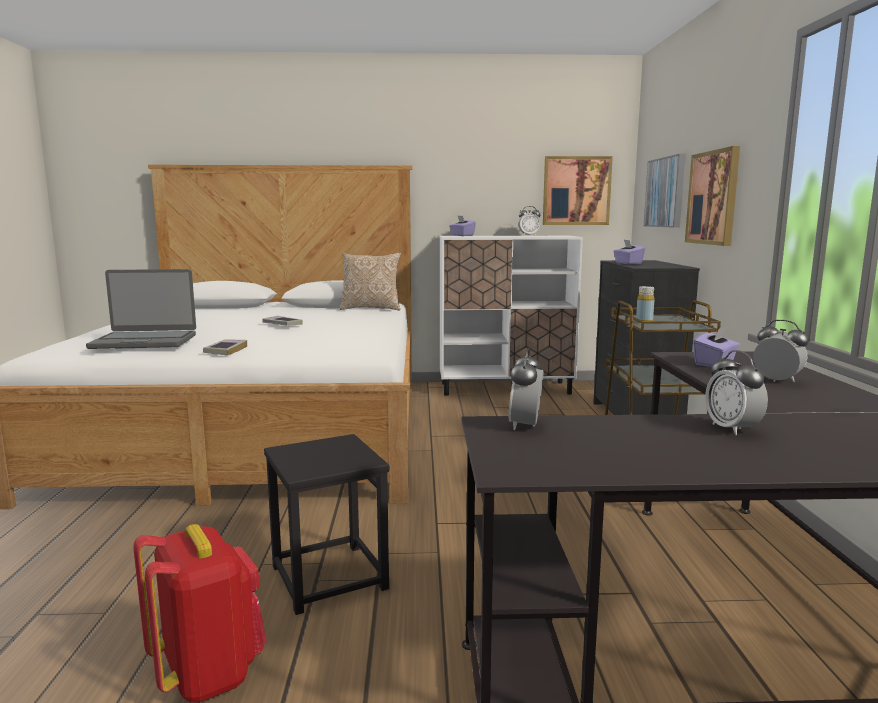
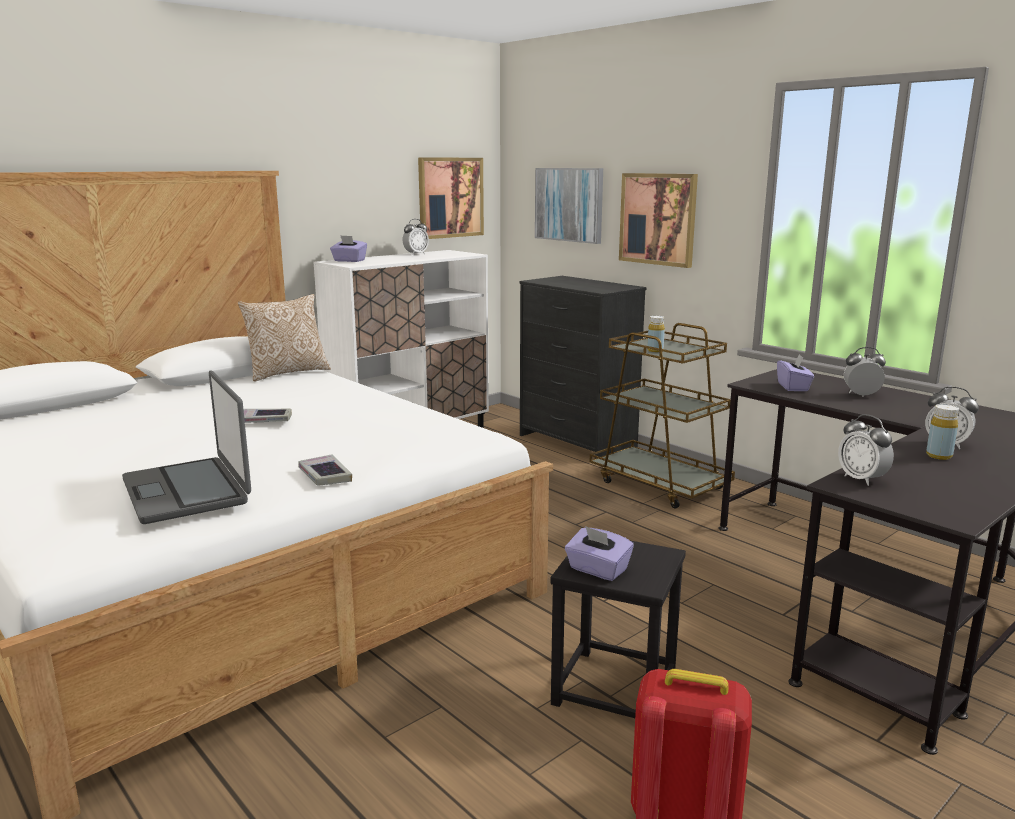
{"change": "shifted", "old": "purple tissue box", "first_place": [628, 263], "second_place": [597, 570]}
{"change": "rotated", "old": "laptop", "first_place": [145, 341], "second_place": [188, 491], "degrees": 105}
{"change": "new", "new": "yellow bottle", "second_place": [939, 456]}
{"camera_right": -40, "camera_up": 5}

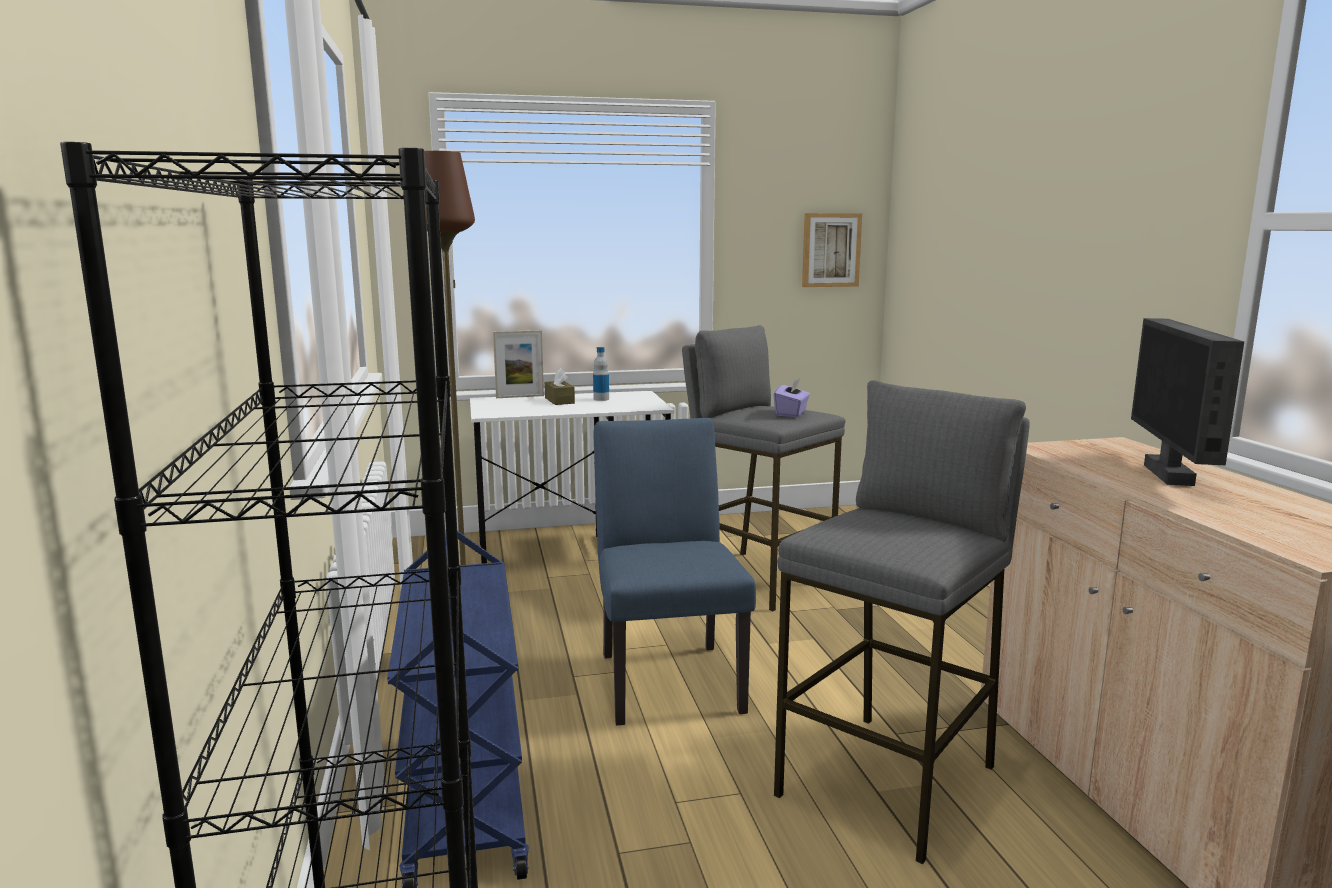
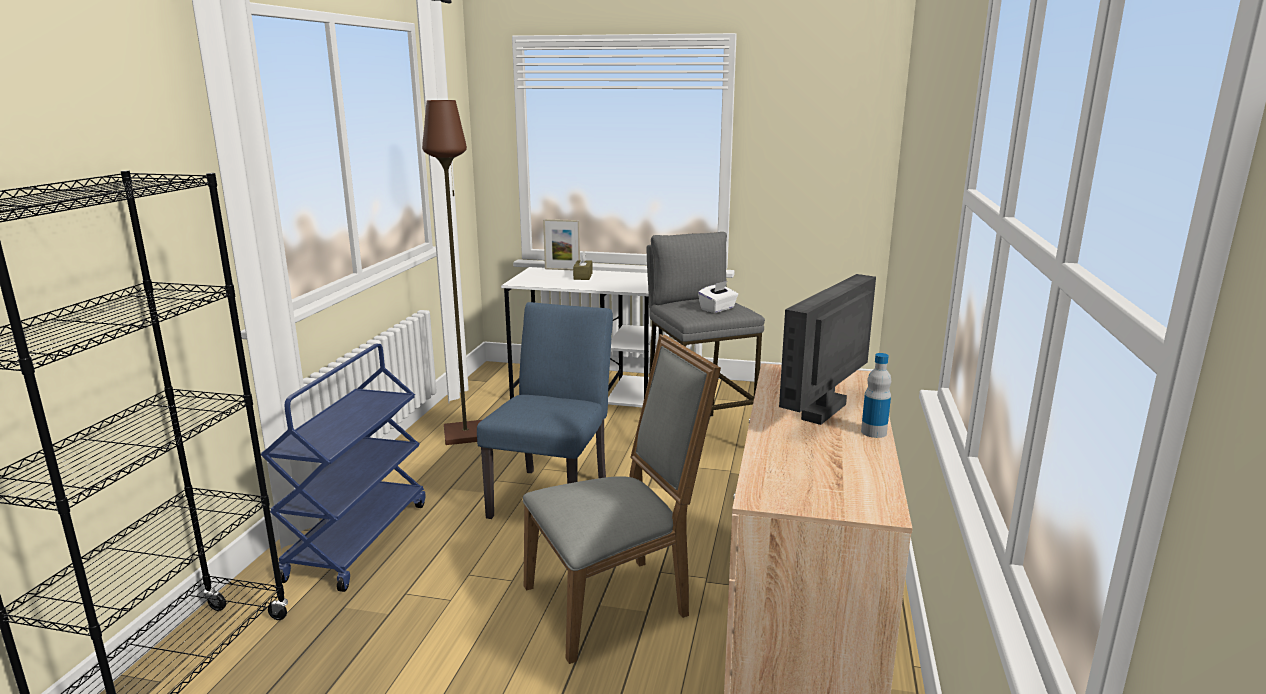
{"change": "gone", "old": "picture", "first_place": [830, 250]}
{"change": "shifted", "old": "bottle", "first_place": [601, 399], "second_place": [873, 432]}
{"change": "repainted", "old": "purple tissue box", "new": "white tissue box", "first_place": [791, 413], "second_place": [718, 309]}
{"change": "swapped", "old": "grey stool", "new": "grey chair", "first_place": [890, 781], "second_place": [615, 601]}
{"camera_right": 25, "camera_up": 5}

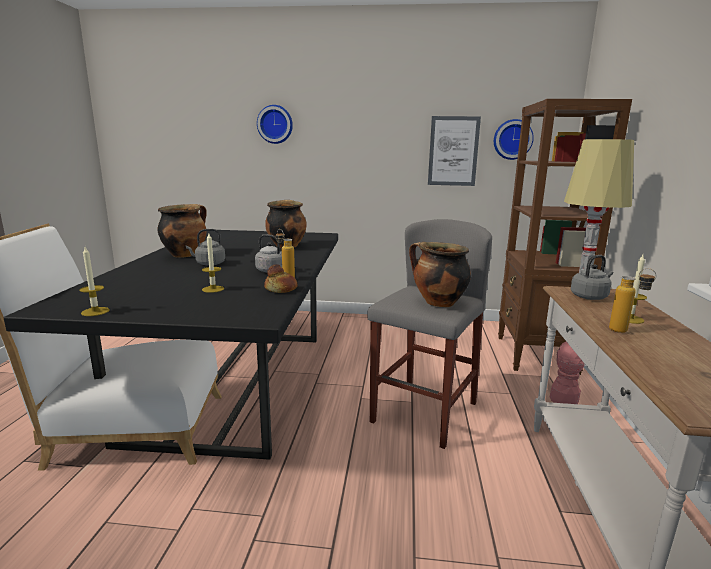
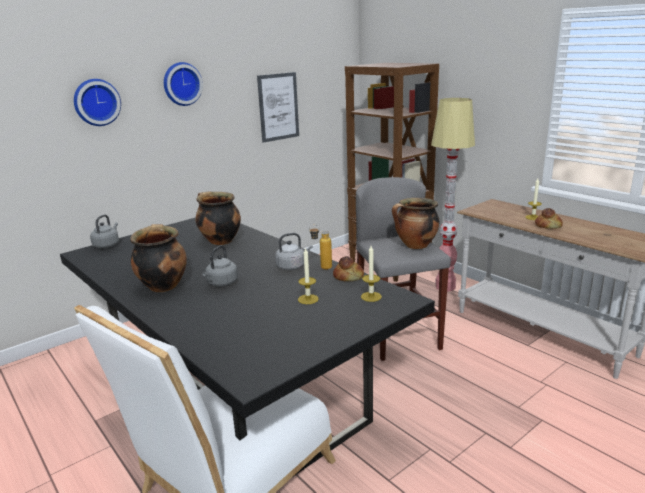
{"change": "shifted", "old": "wall clock", "first_place": [512, 139], "second_place": [181, 84]}
{"change": "shifted", "old": "candle", "first_place": [95, 311], "second_place": [371, 296]}
{"change": "shifted", "old": "grey kettle", "first_place": [590, 297], "second_place": [107, 245]}
{"change": "swapped", "old": "bottle", "new": "bread", "first_place": [625, 332], "second_place": [548, 225]}
{"camera_right": -45, "camera_up": 5}

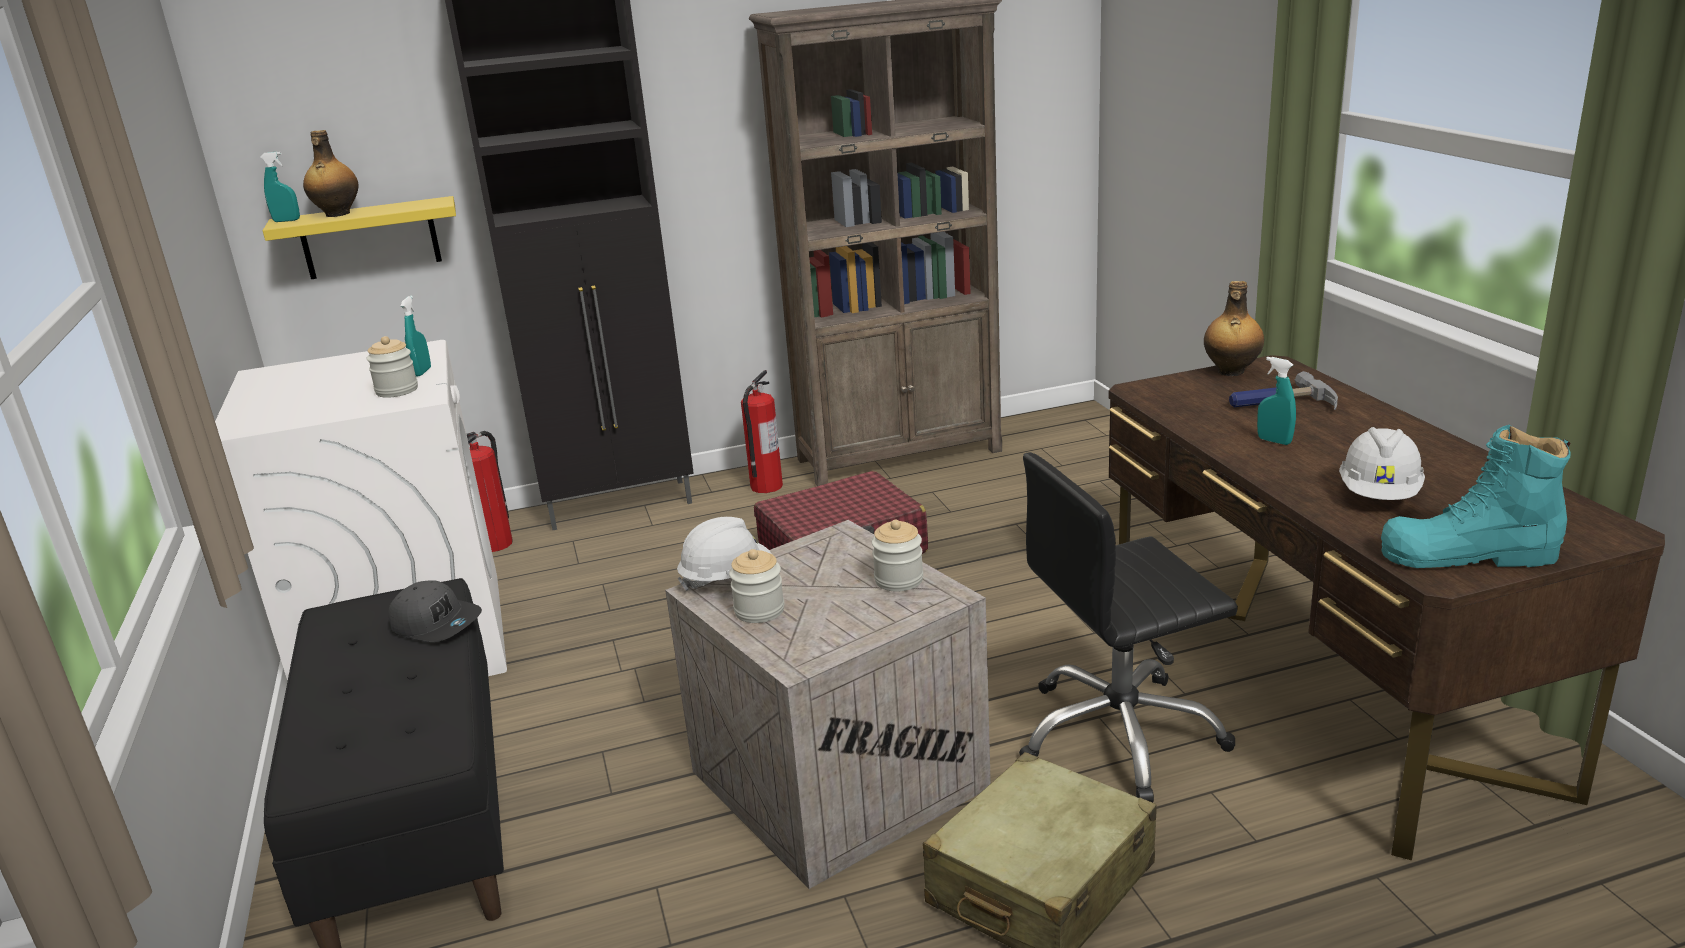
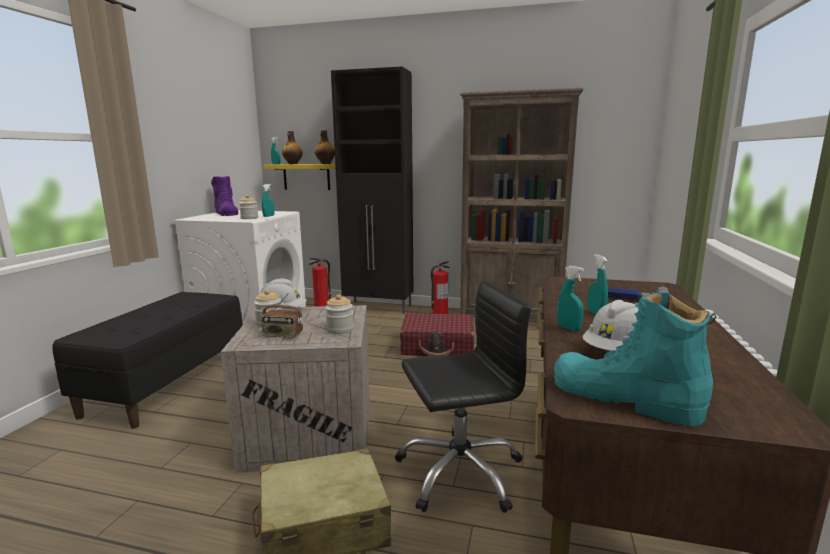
{"change": "shifted", "old": "bottle", "first_place": [1230, 372], "second_place": [325, 164]}
{"change": "rotated", "old": "black office chair", "first_place": [1120, 735], "second_place": [459, 471], "degrees": 150}
{"change": "gone", "old": "grey cap", "first_place": [437, 623]}
{"change": "new", "new": "purple boot", "second_place": [226, 214]}
{"change": "new", "new": "turquoise spray bottle", "second_place": [568, 328]}
{"change": "new", "new": "radio", "second_place": [283, 335]}
{"camera_right": 30, "camera_up": -10}

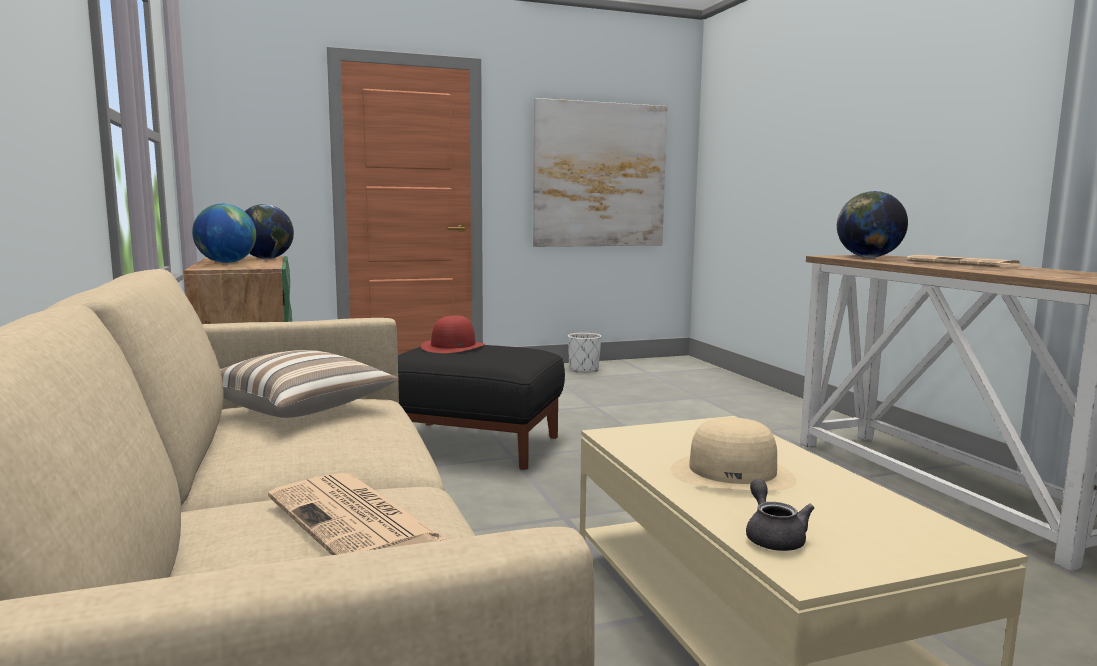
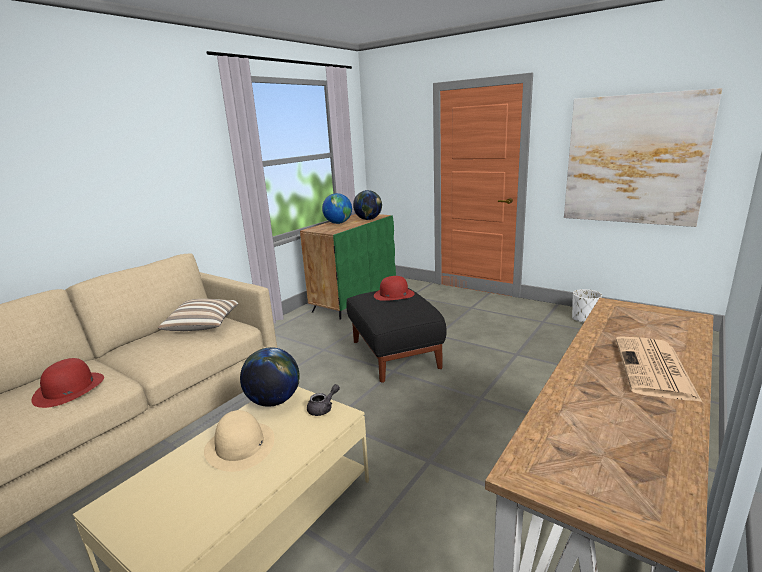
{"change": "shifted", "old": "globe", "first_place": [868, 257], "second_place": [274, 401]}
{"change": "swapped", "old": "newspaper", "new": "red hat", "first_place": [355, 519], "second_place": [69, 389]}
{"change": "shifted", "old": "grey teapot", "first_place": [773, 537], "second_place": [323, 408]}
{"camera_right": 55, "camera_up": 10}

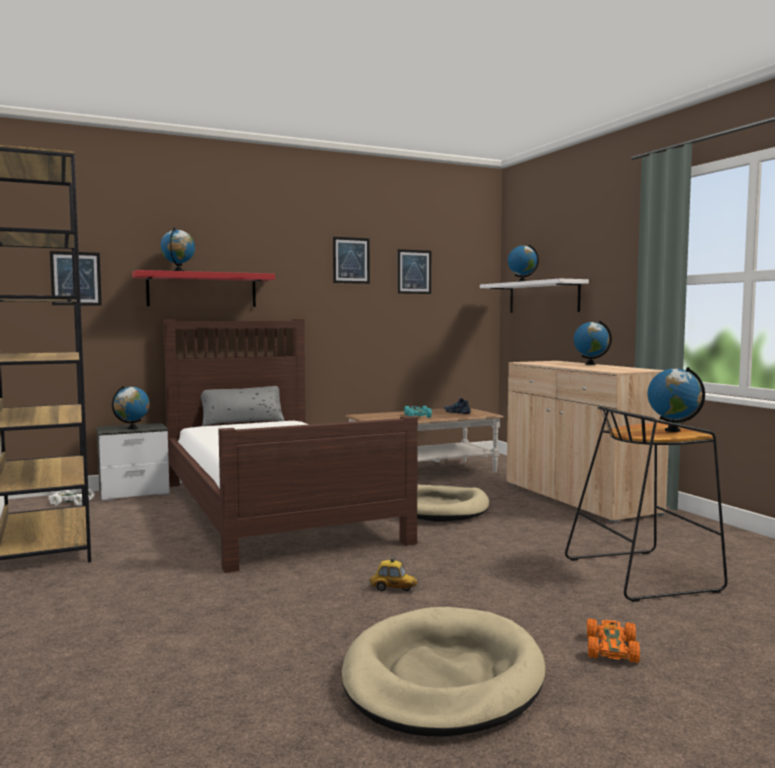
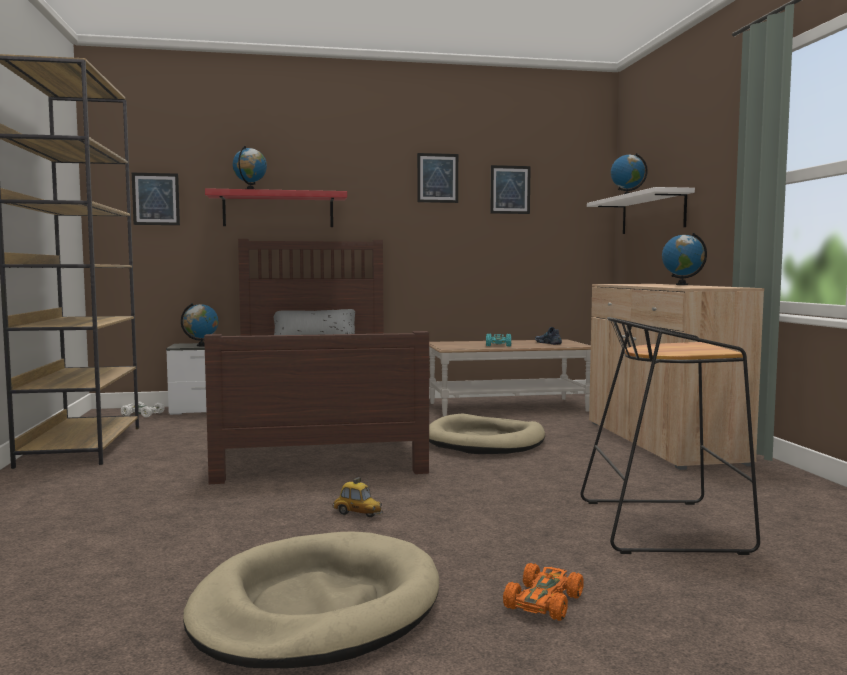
{"change": "gone", "old": "globe", "first_place": [672, 430]}
{"camera_right": 15, "camera_up": 0}

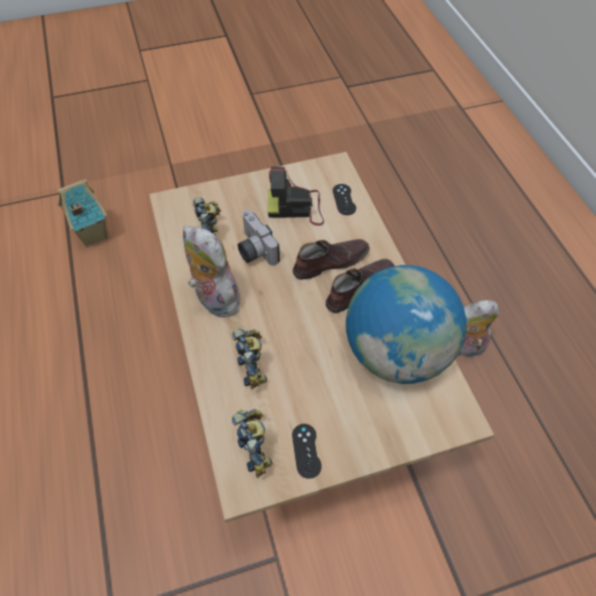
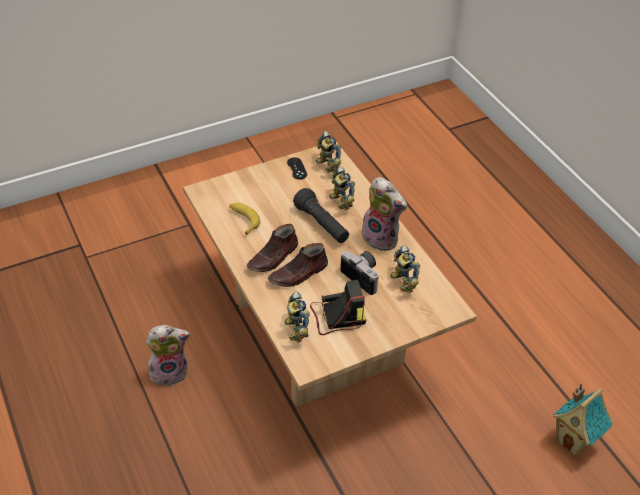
{"change": "swapped", "old": "black game controller", "new": "toy robot", "first_place": [344, 199], "second_place": [294, 330]}
{"change": "swapped", "old": "globe", "new": "banana", "first_place": [397, 353], "second_place": [243, 220]}
{"change": "new", "new": "black flashlight", "second_place": [322, 224]}
{"camera_right": 170, "camera_up": -10}

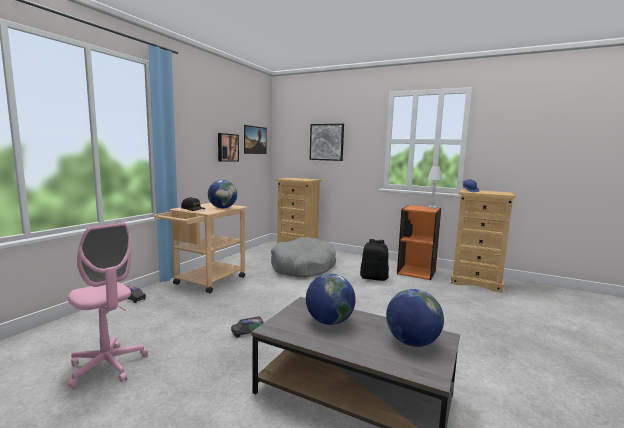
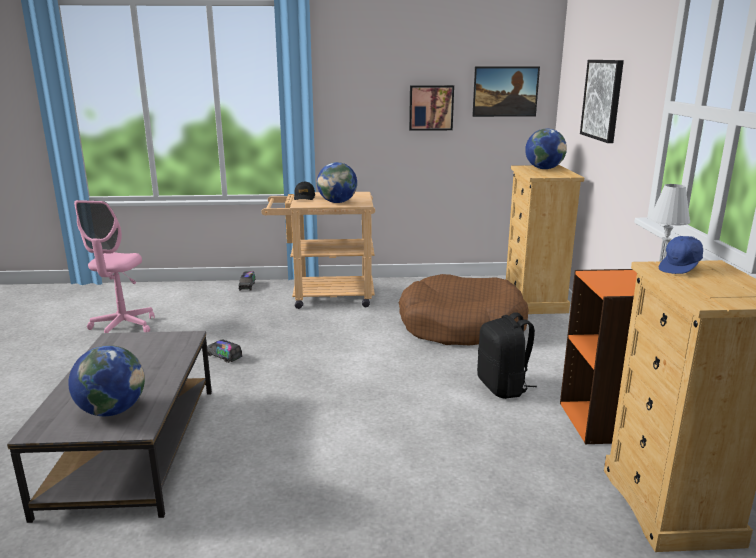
{"change": "repainted", "old": "grey dog bed", "new": "brown dog bed", "first_place": [303, 267], "second_place": [461, 326]}
{"change": "shifted", "old": "globe", "first_place": [329, 321], "second_place": [544, 169]}
{"camera_right": 60, "camera_up": 10}

